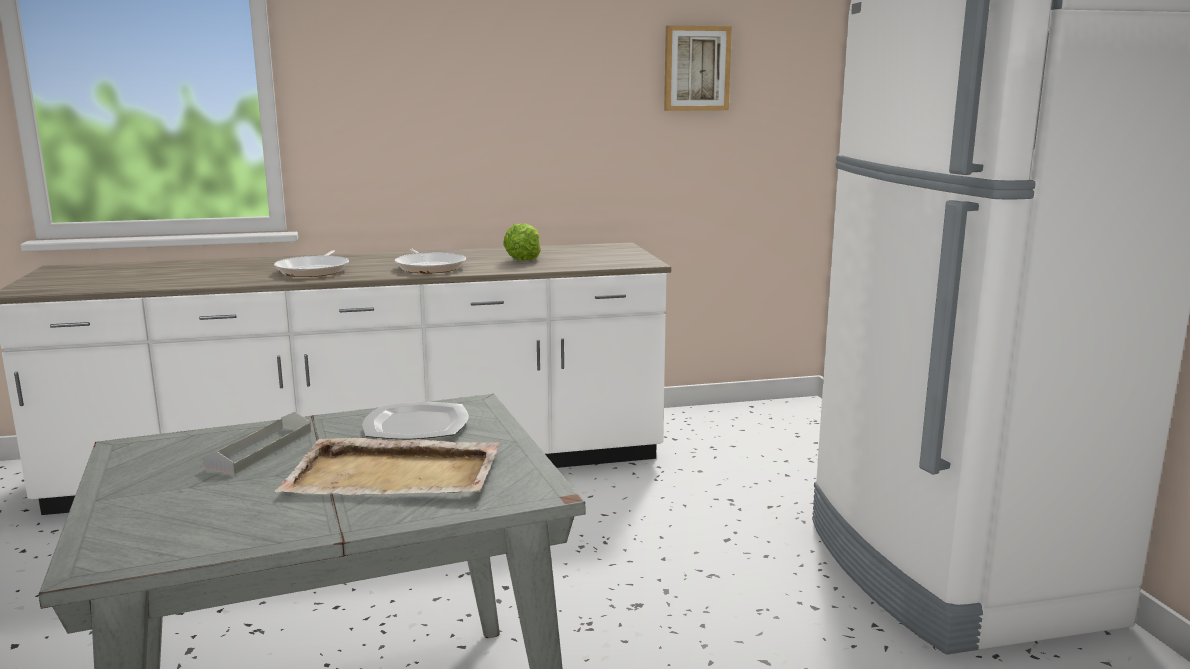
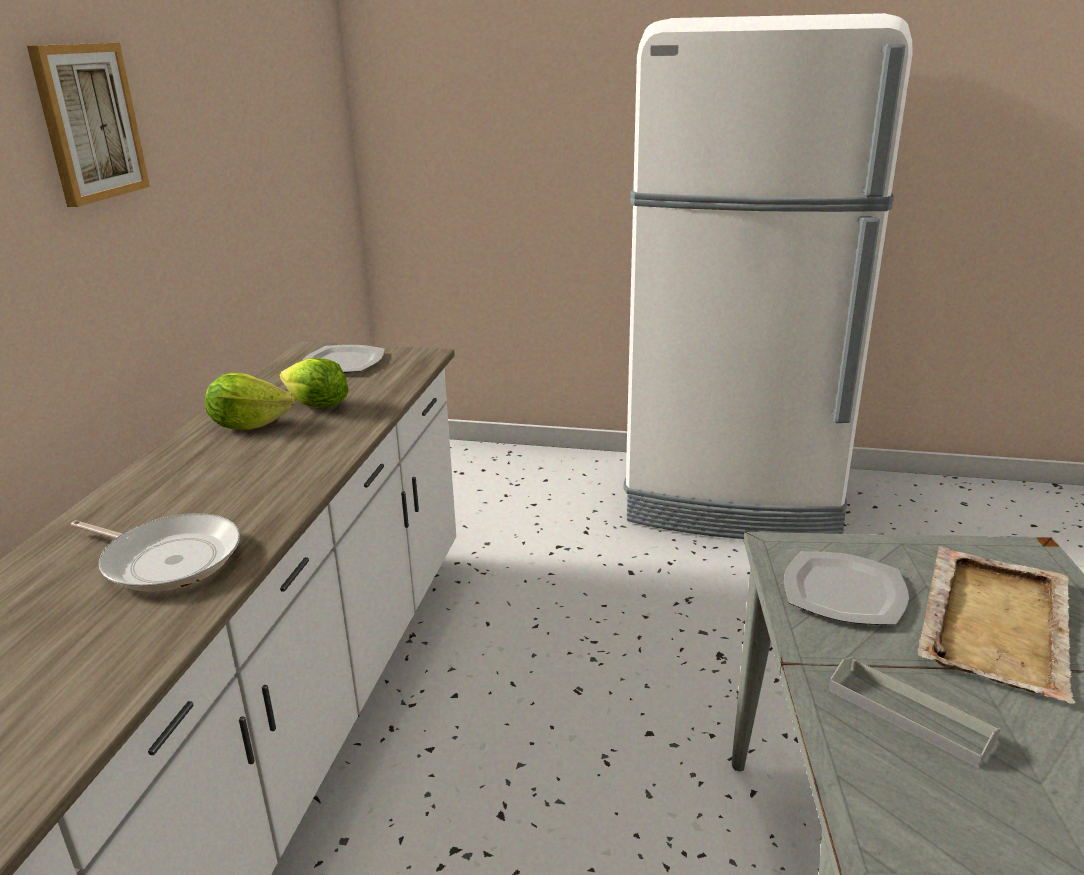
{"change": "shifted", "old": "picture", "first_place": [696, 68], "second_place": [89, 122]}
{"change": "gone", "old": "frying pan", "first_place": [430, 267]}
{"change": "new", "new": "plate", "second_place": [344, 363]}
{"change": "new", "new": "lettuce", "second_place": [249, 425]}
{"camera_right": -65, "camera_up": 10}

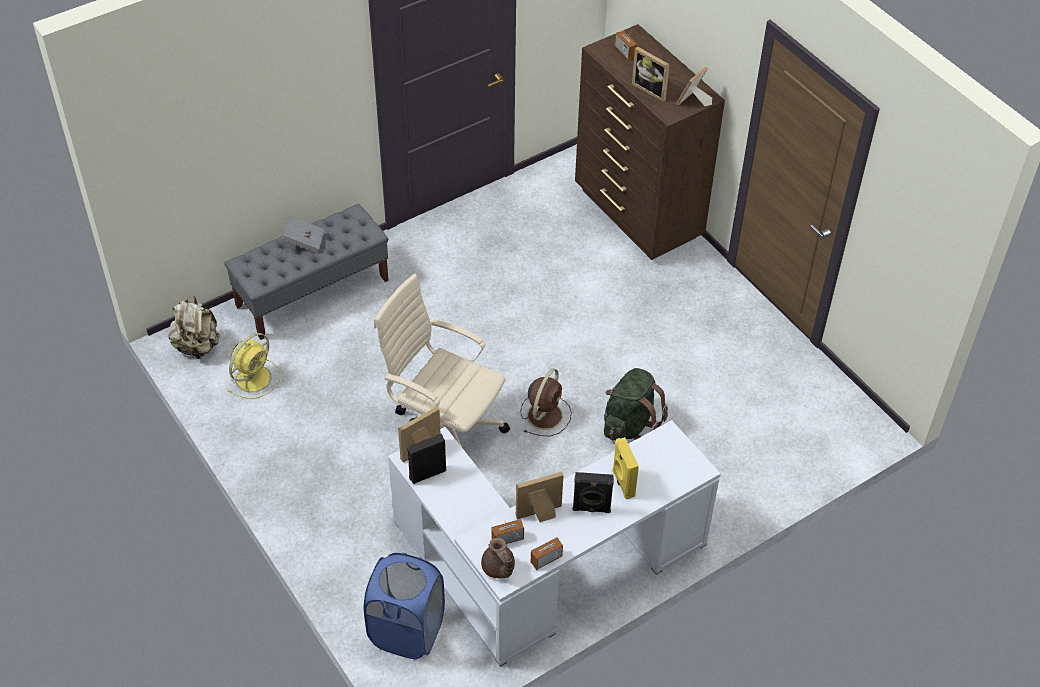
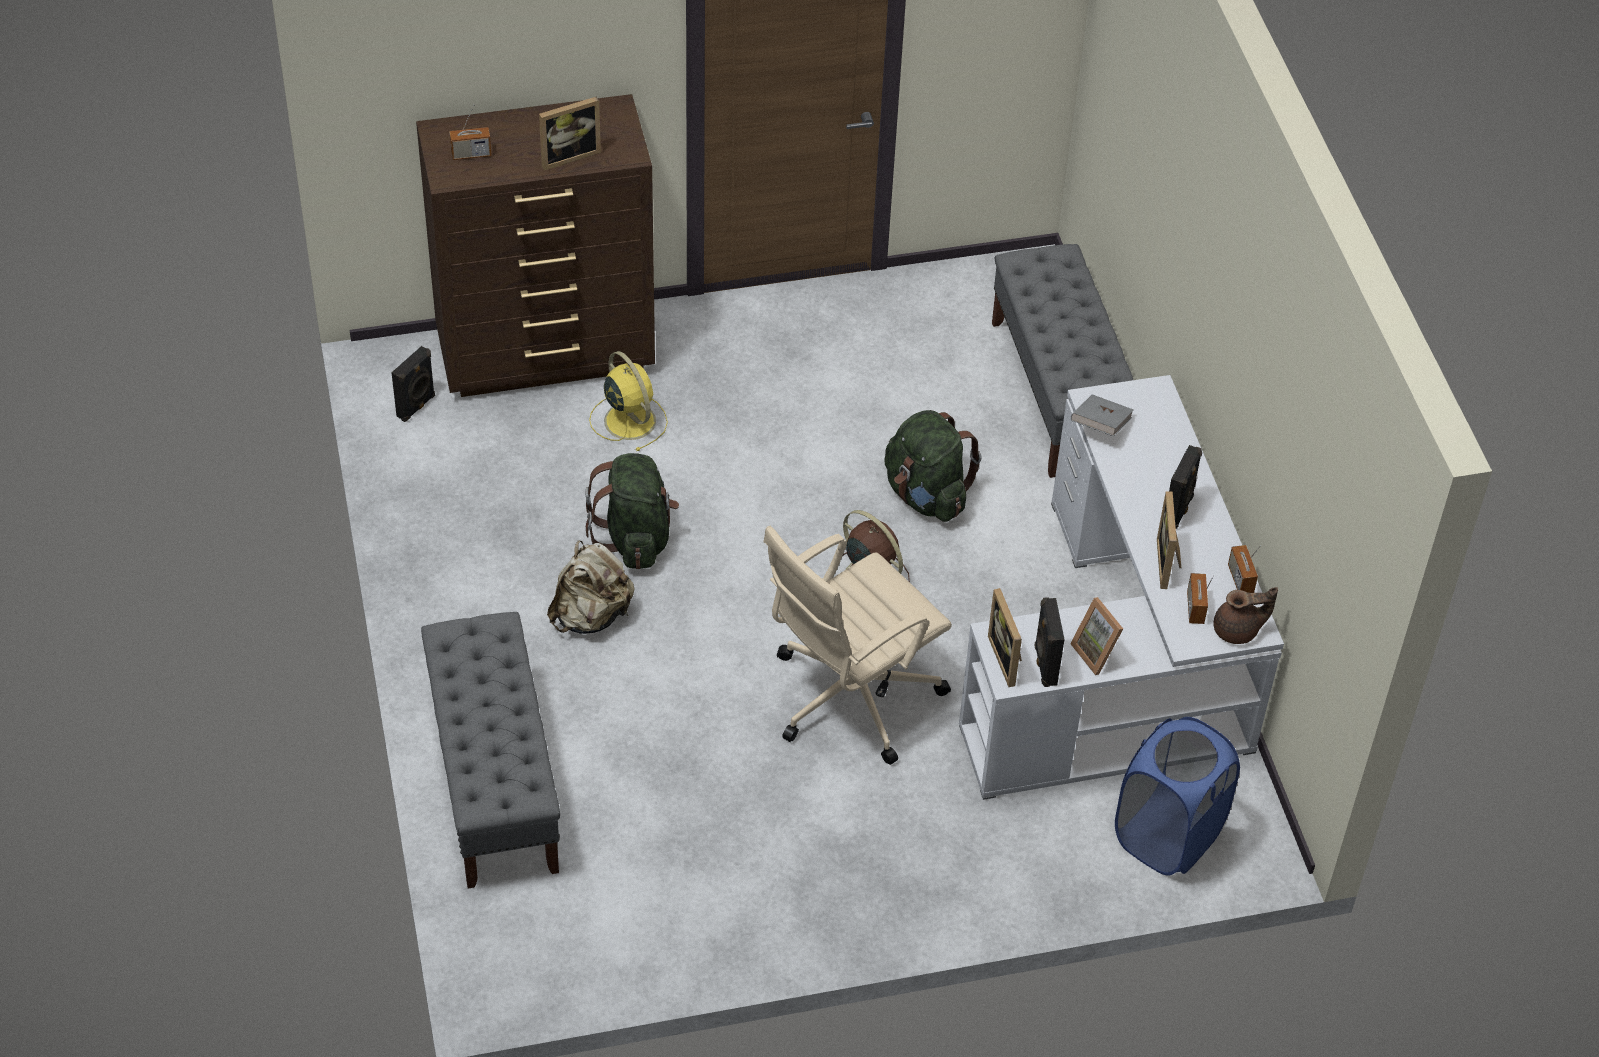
{"change": "shifted", "old": "picture frame", "first_place": [693, 102], "second_place": [1098, 653]}
{"change": "shifted", "old": "grey book", "first_place": [304, 241], "second_place": [1100, 426]}
{"change": "shifted", "old": "beige backpack", "first_place": [197, 346], "second_place": [591, 615]}
{"change": "shifted", "old": "yellow fan", "first_place": [254, 377], "second_place": [628, 419]}
{"change": "gone", "old": "yellow speaker", "first_place": [622, 484]}
{"change": "new", "new": "grey bench", "second_place": [1058, 393]}
{"change": "new", "new": "black speaker", "second_place": [417, 406]}
{"change": "new", "new": "green backpack", "second_place": [635, 538]}
{"camera_right": -70, "camera_up": 0}

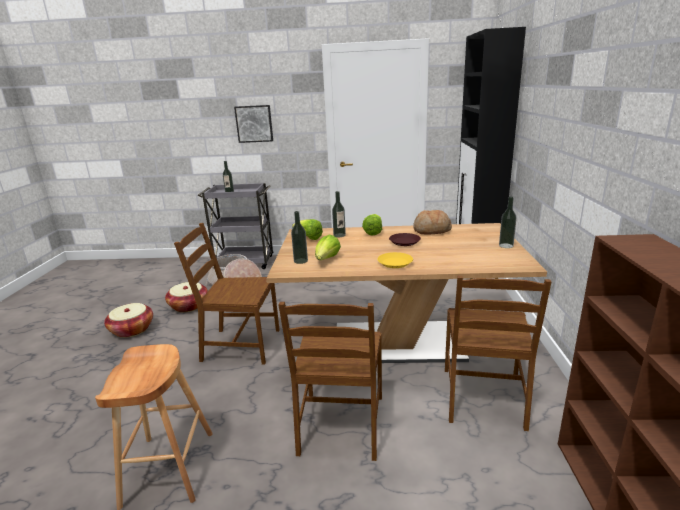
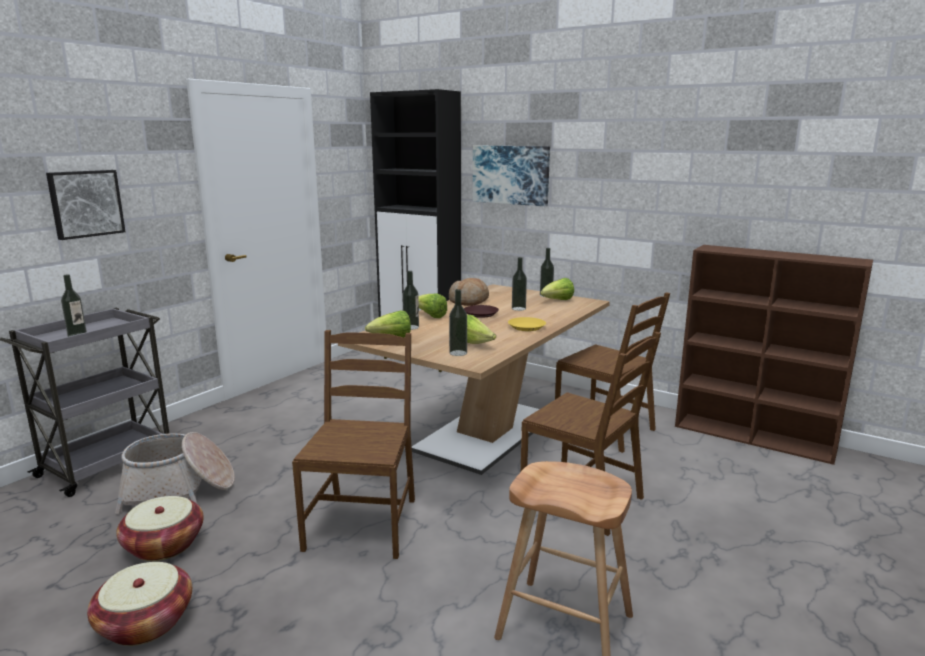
{"change": "rotated", "old": "brown chair", "first_place": [240, 345], "second_place": [362, 523], "degrees": 150}
{"change": "new", "new": "picture", "second_place": [511, 175]}
{"change": "new", "new": "bottle", "second_place": [518, 308]}
{"change": "new", "new": "lettuce", "second_place": [557, 301]}
{"camera_right": -60, "camera_up": -5}

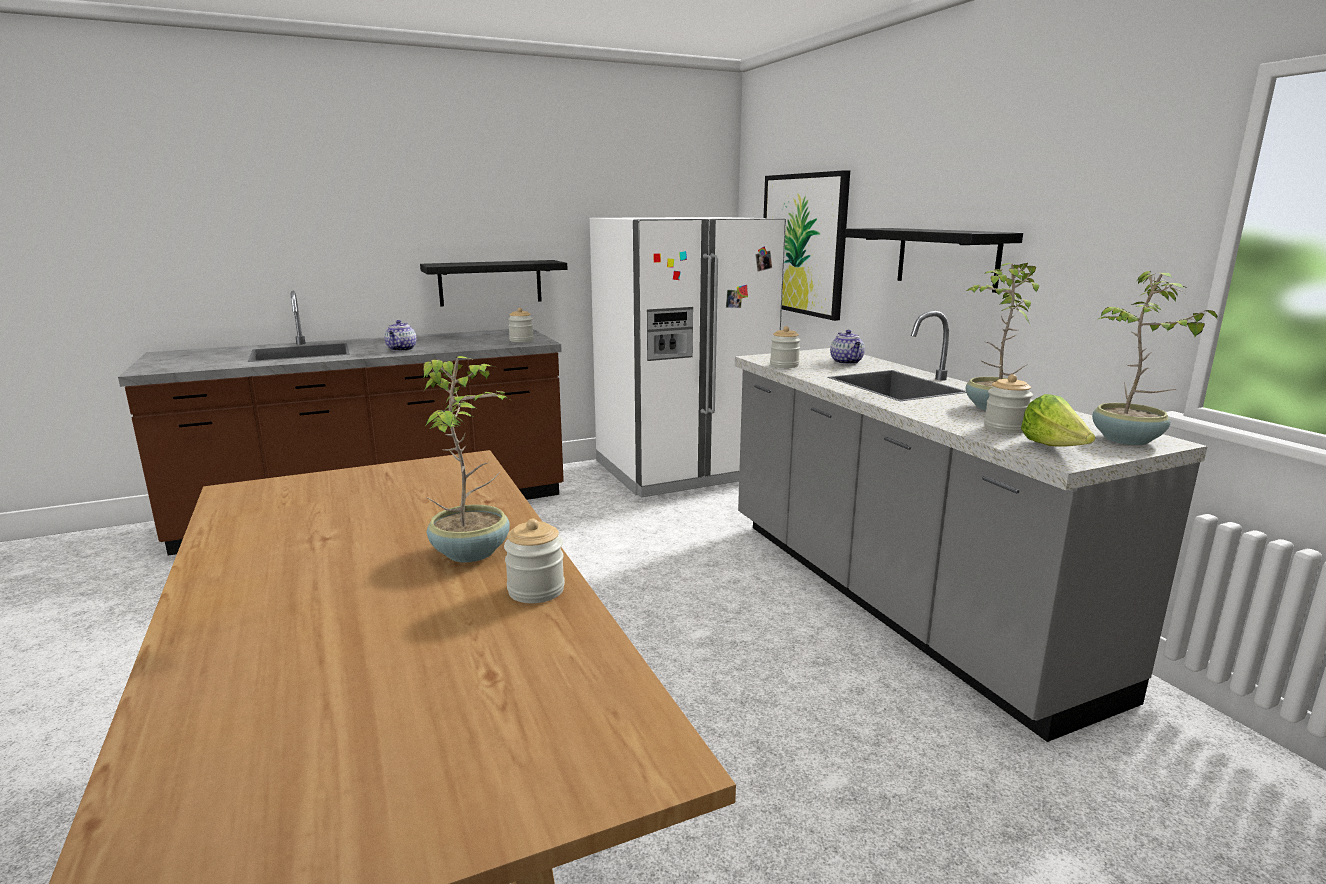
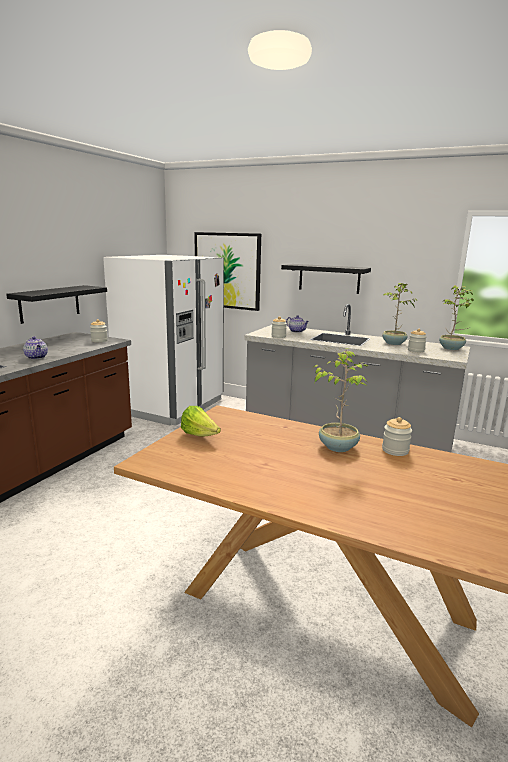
{"change": "shifted", "old": "lettuce", "first_place": [1054, 448], "second_place": [200, 435]}
{"camera_right": -40, "camera_up": 0}

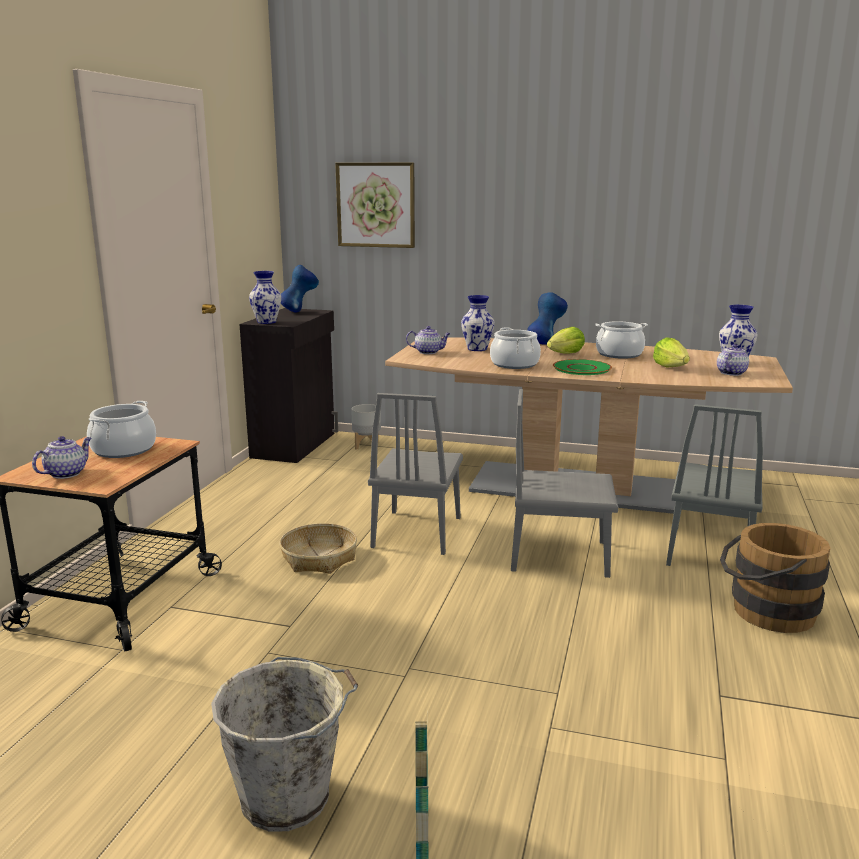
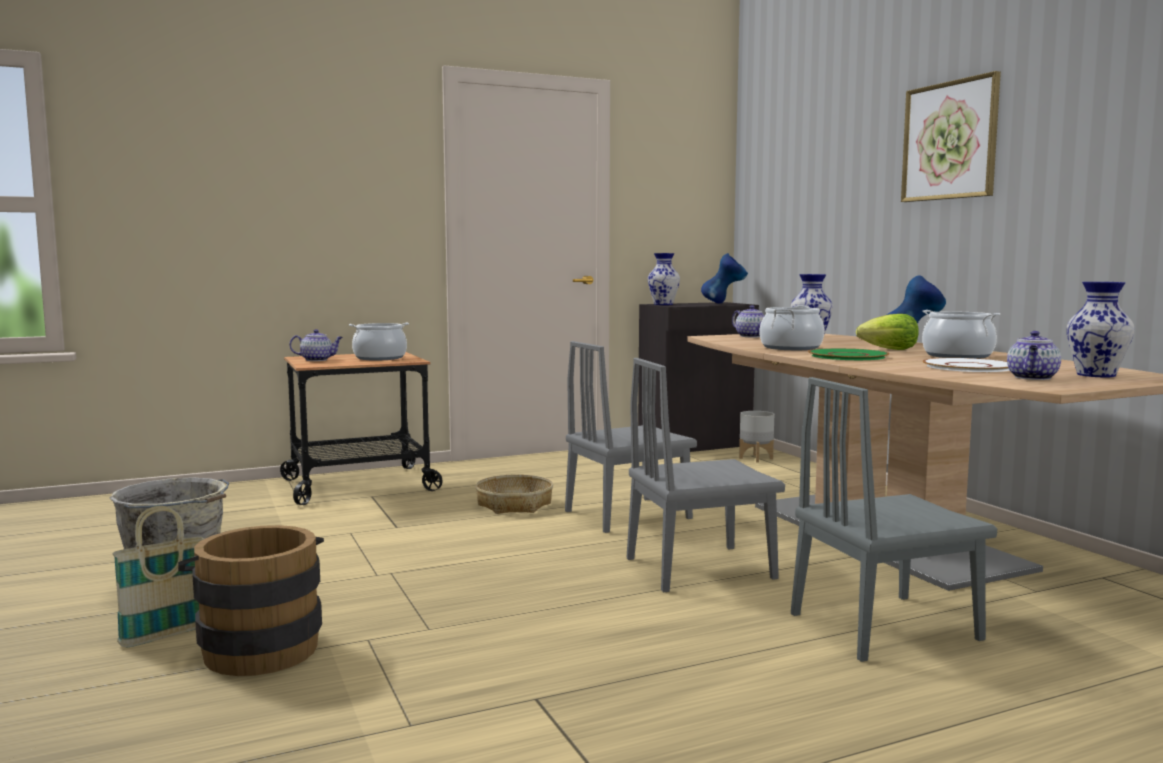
{"change": "shifted", "old": "picture", "first_place": [376, 205], "second_place": [950, 141]}
{"change": "swapped", "old": "lettuce", "new": "white plate", "first_place": [670, 367], "second_place": [969, 367]}
{"change": "rotated", "old": "teapot", "first_place": [731, 373], "second_place": [1033, 378], "degrees": 120}
{"change": "rotated", "old": "grey chair", "first_place": [559, 556], "second_place": [700, 568], "degrees": -75}
{"change": "shifted", "old": "brown bucket", "first_place": [765, 612], "second_place": [258, 647]}
{"camera_right": 50, "camera_up": -10}

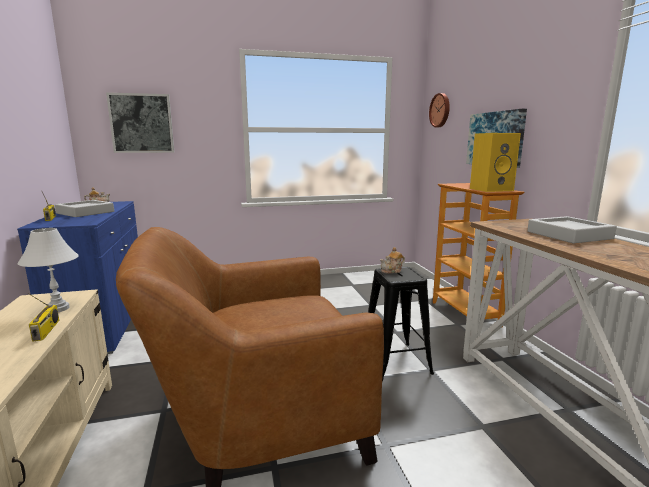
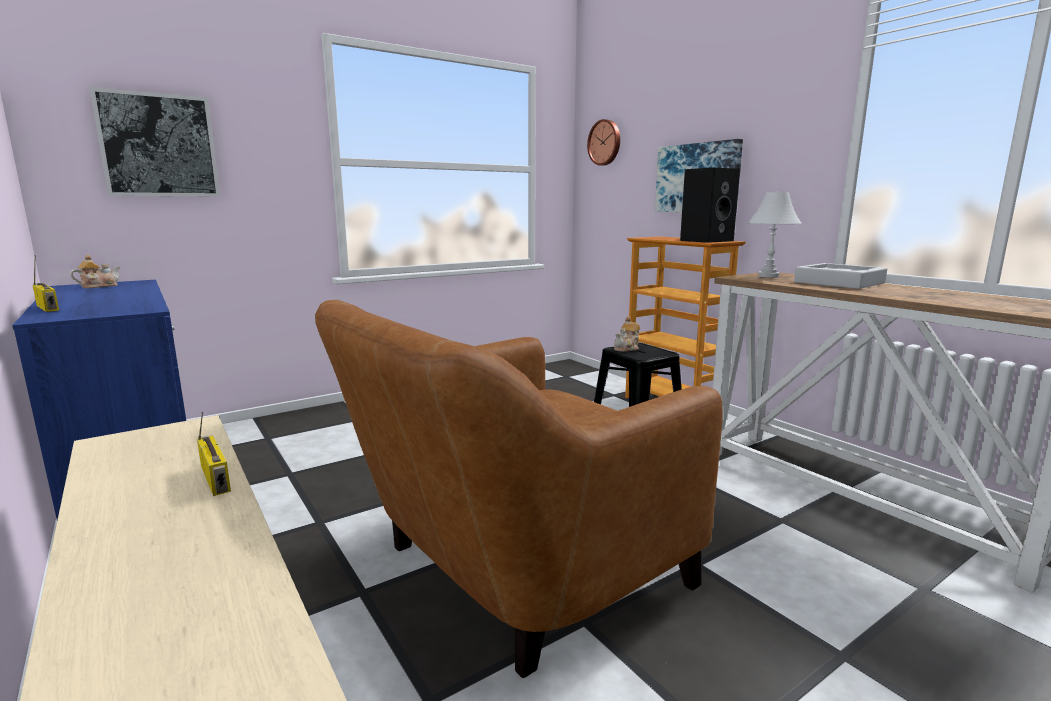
{"change": "repainted", "old": "yellow speaker", "new": "black speaker", "first_place": [491, 189], "second_place": [706, 240]}
{"change": "gone", "old": "grey tray", "first_place": [85, 212]}
{"change": "shifted", "old": "white table lamp", "first_place": [57, 309], "second_place": [768, 276]}
{"camera_right": -20, "camera_up": 0}

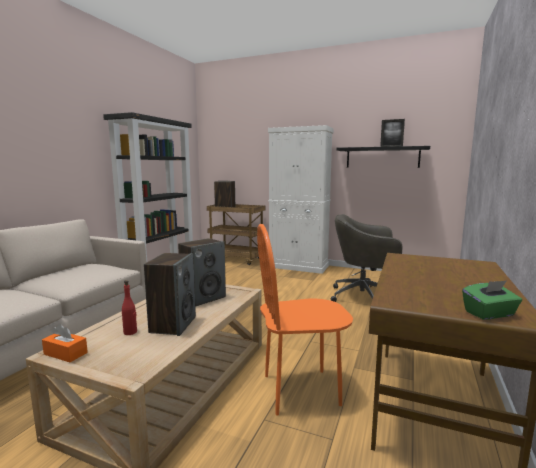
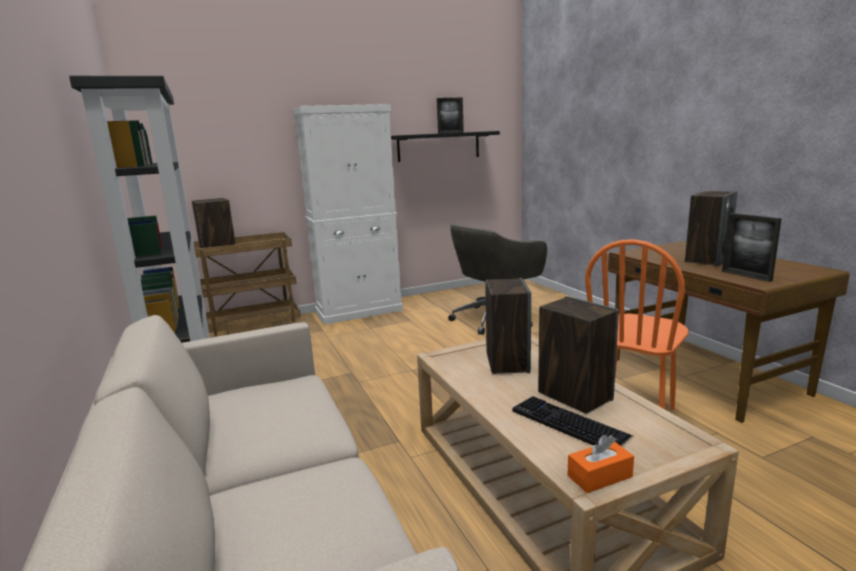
{"change": "swapped", "old": "red bottle", "new": "keyboard", "first_place": [130, 332], "second_place": [569, 424]}
{"change": "gone", "old": "green tissue box", "first_place": [489, 314]}
{"change": "new", "new": "speaker", "second_place": [707, 260]}
{"change": "new", "new": "picture frame", "second_place": [746, 276]}
{"camera_right": -45, "camera_up": 5}

